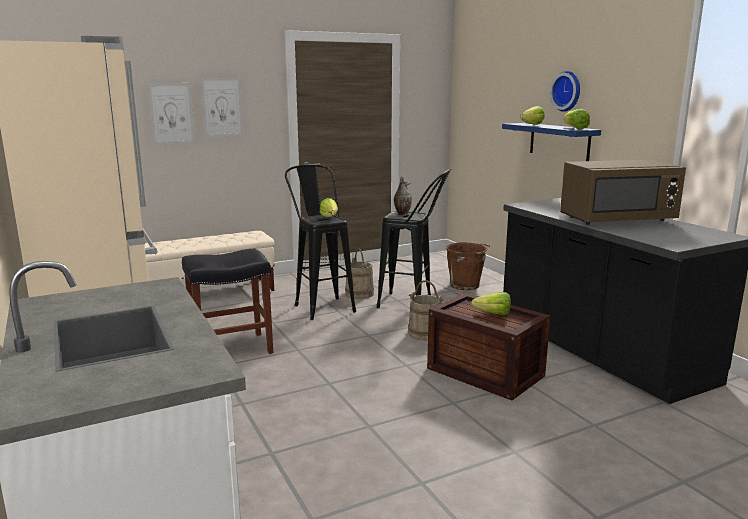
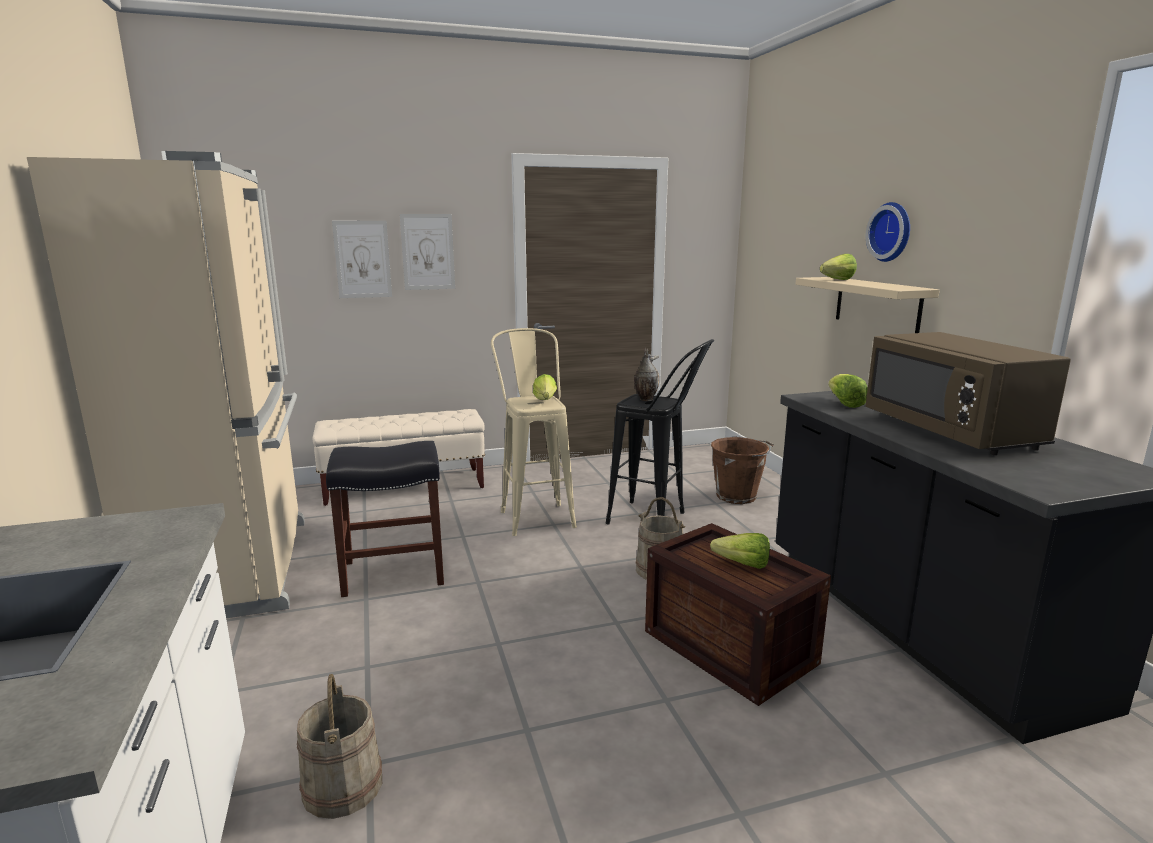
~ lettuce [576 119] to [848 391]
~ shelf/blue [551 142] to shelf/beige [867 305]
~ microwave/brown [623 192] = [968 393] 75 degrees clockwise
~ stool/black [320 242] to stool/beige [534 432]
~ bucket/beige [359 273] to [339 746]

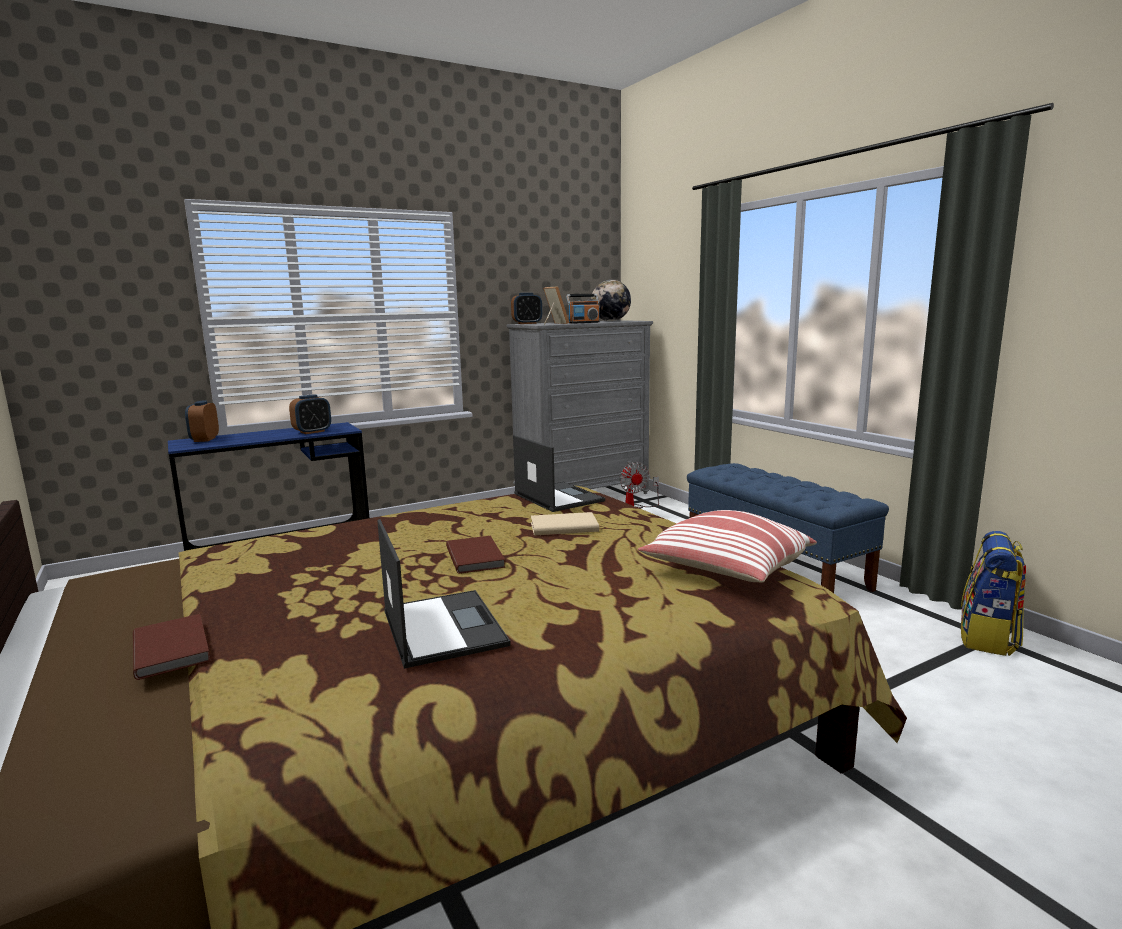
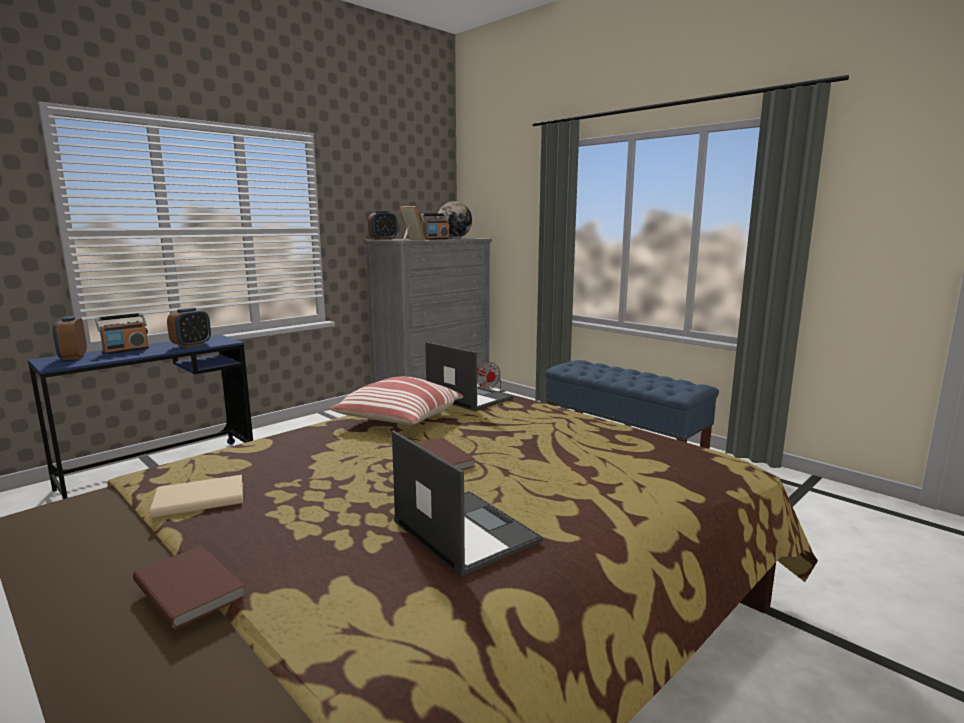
~ pillow [727 546] to [396 401]
~ book/beige [565 523] to [196 496]
- backpack [993 593]
+ radio [122 333]

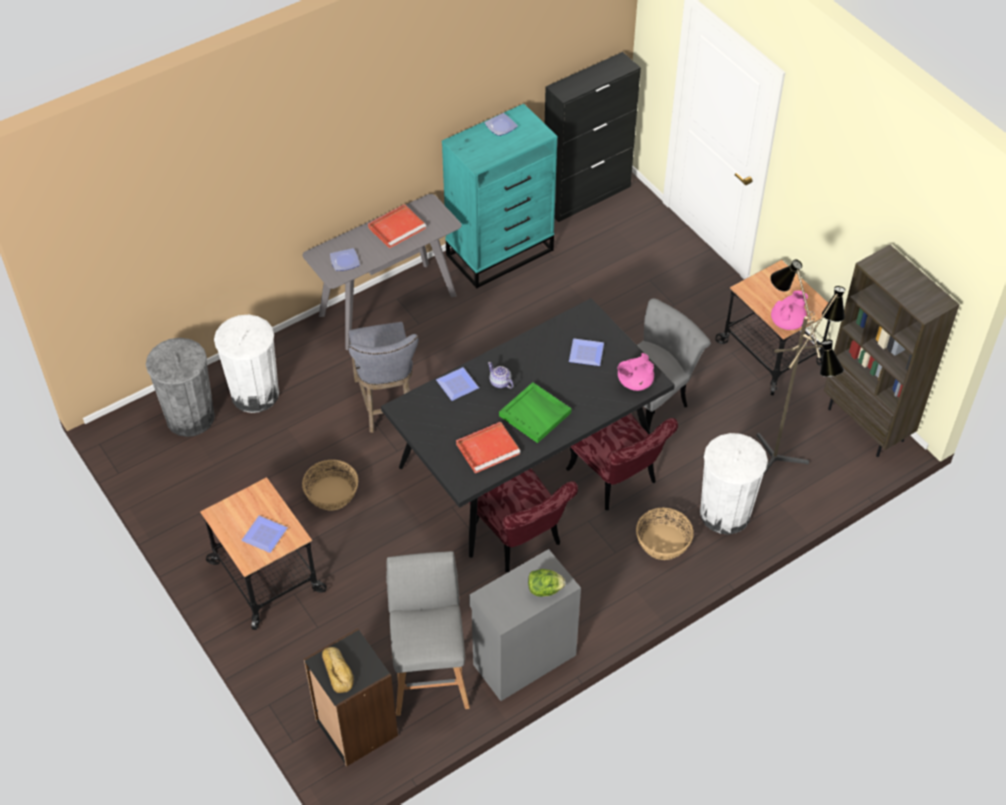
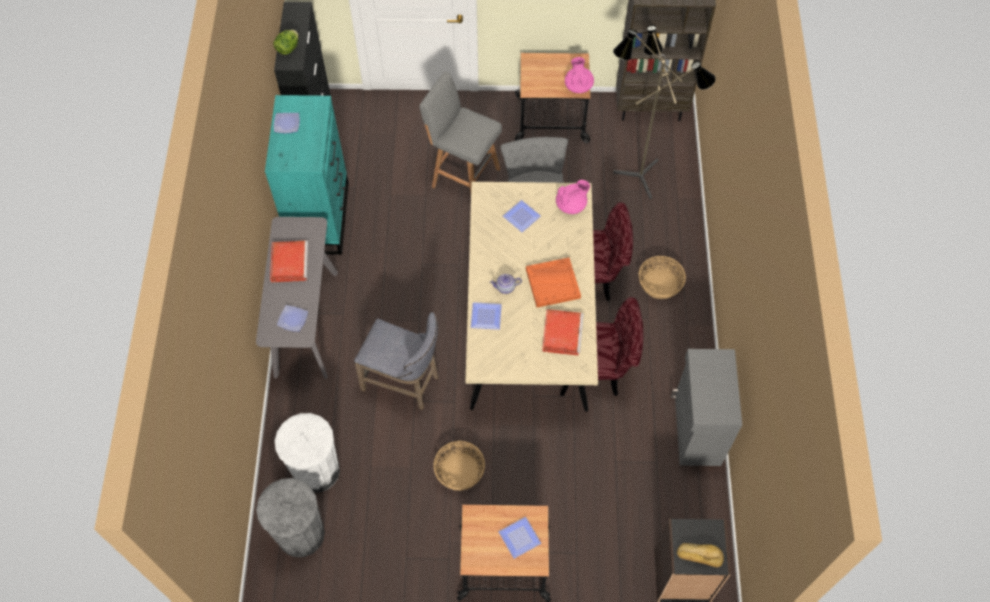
~ dining table/black [528 428] to dining table/beige [532 297]
~ teapot/pink [636 372] = [573 197] 120 degrees counterclockwise
~ tray/green [535 412] to tray/orange [553 283]
- trash can/white [734 484]
~ stool/grey [428 633] to [460 132]
~ lettuce [547 583] to [286 42]

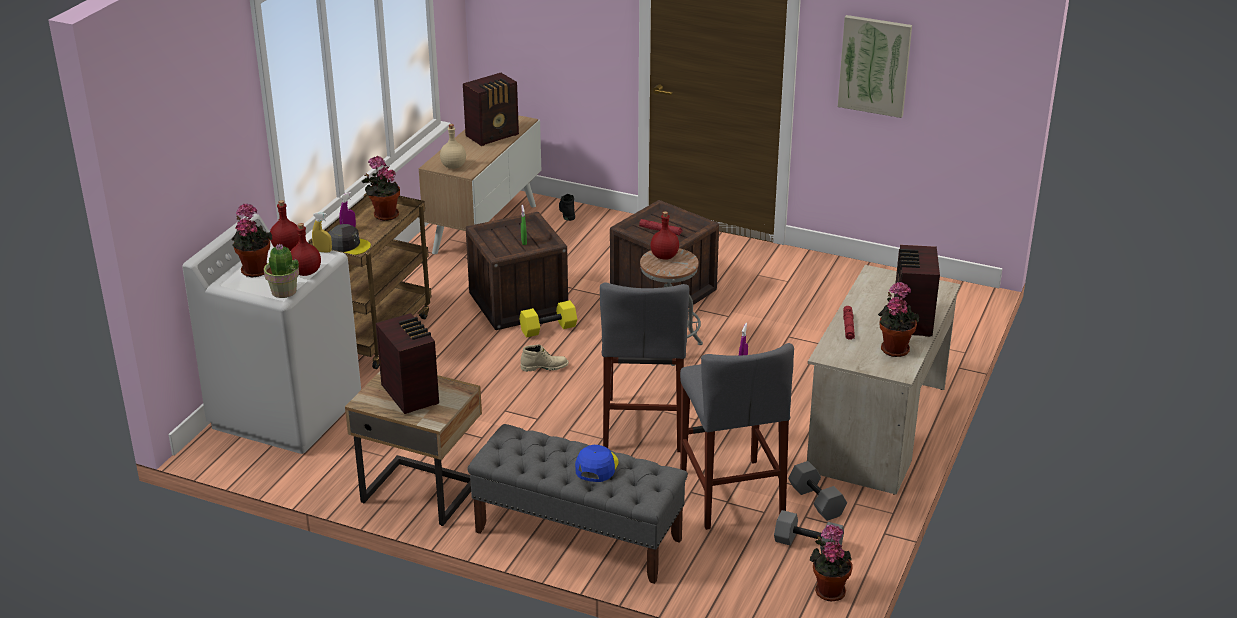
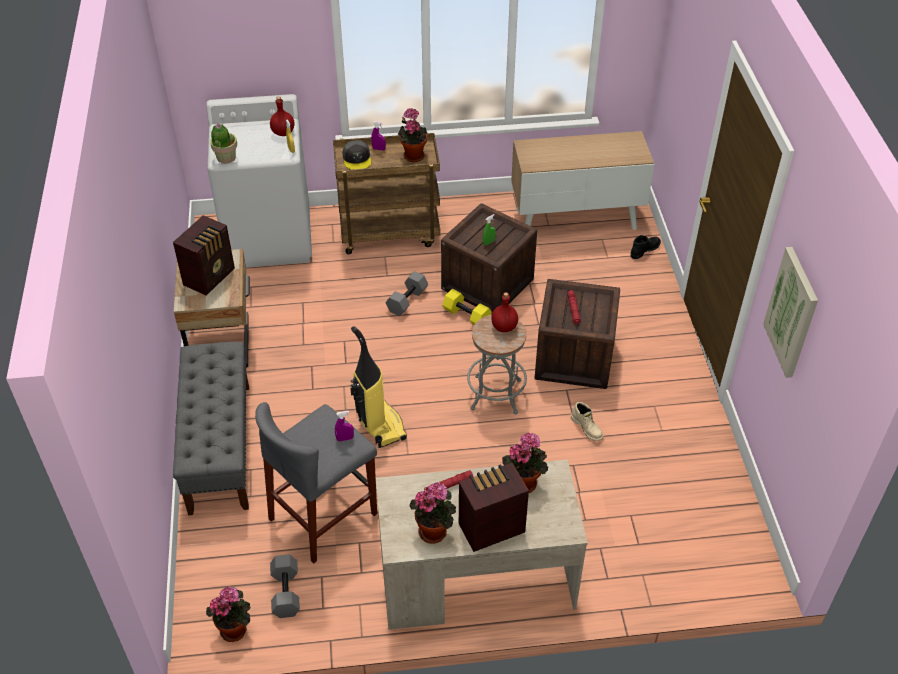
- radio [491 109]
- bottle/beige [453 146]
~ potted plant [251 240] to [525 462]
- bottle/red [305 249]
~ stool/grey [645 367] to vacuum cleaner [378 387]
~ boot/beige [545 358] to [587 421]
- cap/blue [597 463]
~ dumbbell/grey [817 491] to [406 293]

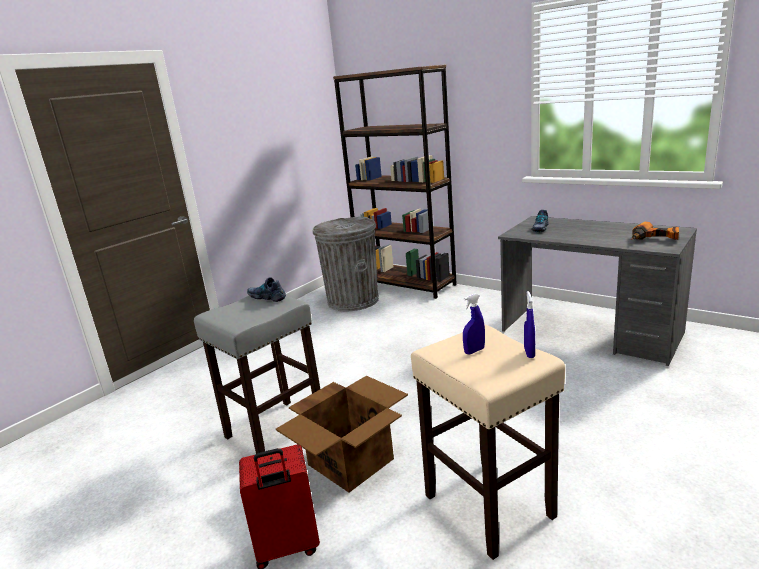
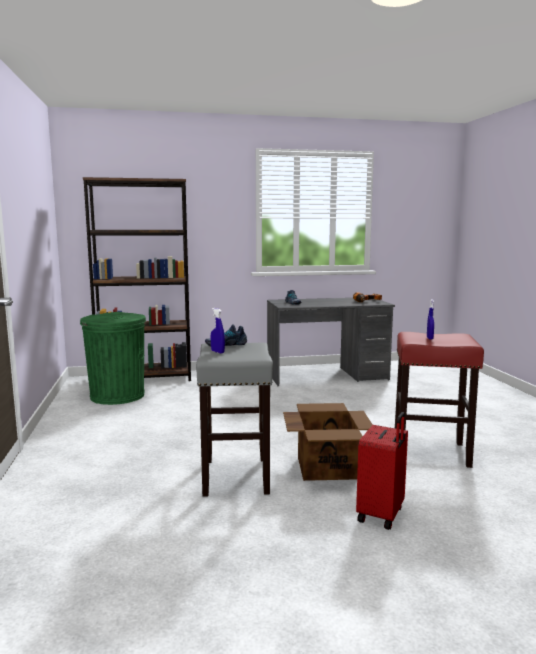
~ trash can/grey [346 264] to trash can/green [113 358]
~ spray bottle/blue [529 324] to [218 330]
~ stool/beige [488 442] to stool/red [439 400]

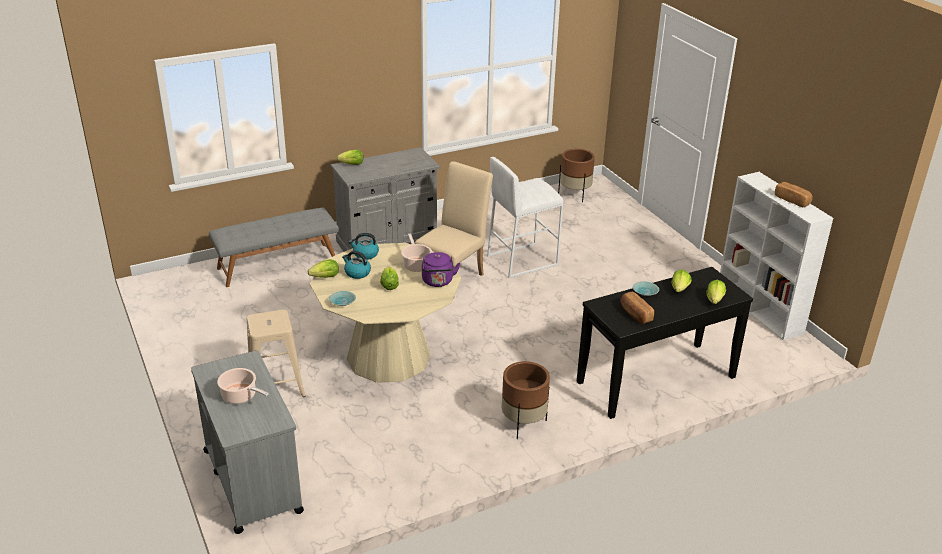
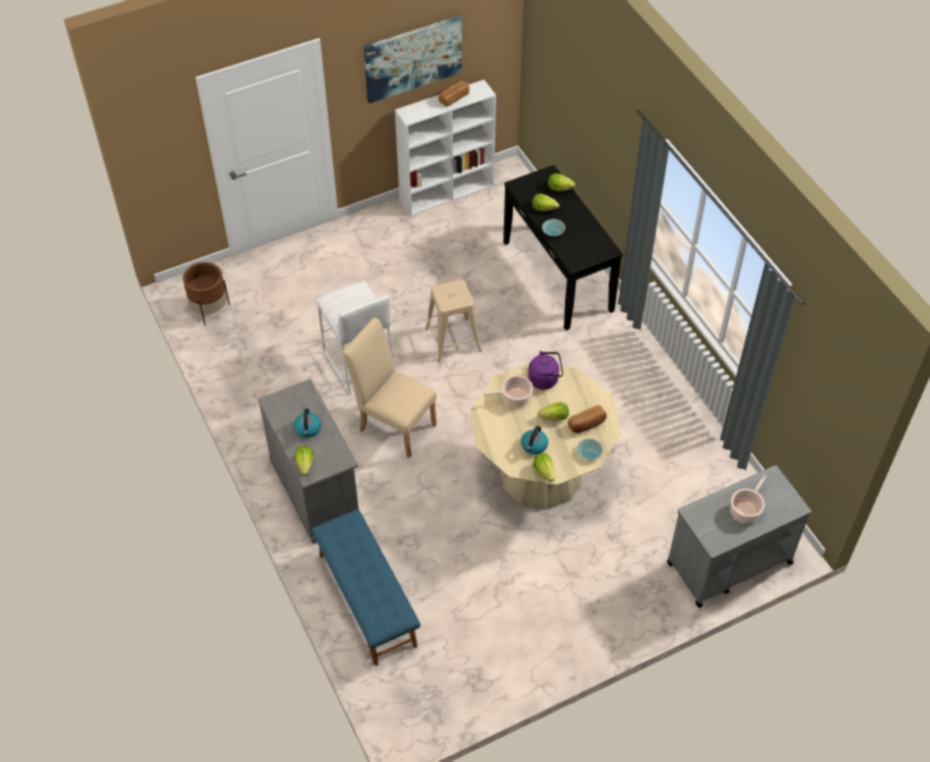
~ bench/grey [274 247] to bench/blue [366 587]
~ kettle [364 246] to [307 423]
~ bread [637 308] to [587 419]
~ stool/beige [276 353] to [453 320]
- planter/brown [526 400]
+ picture [413 59]

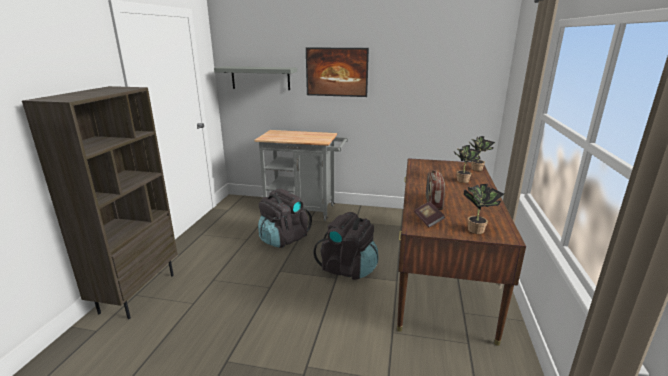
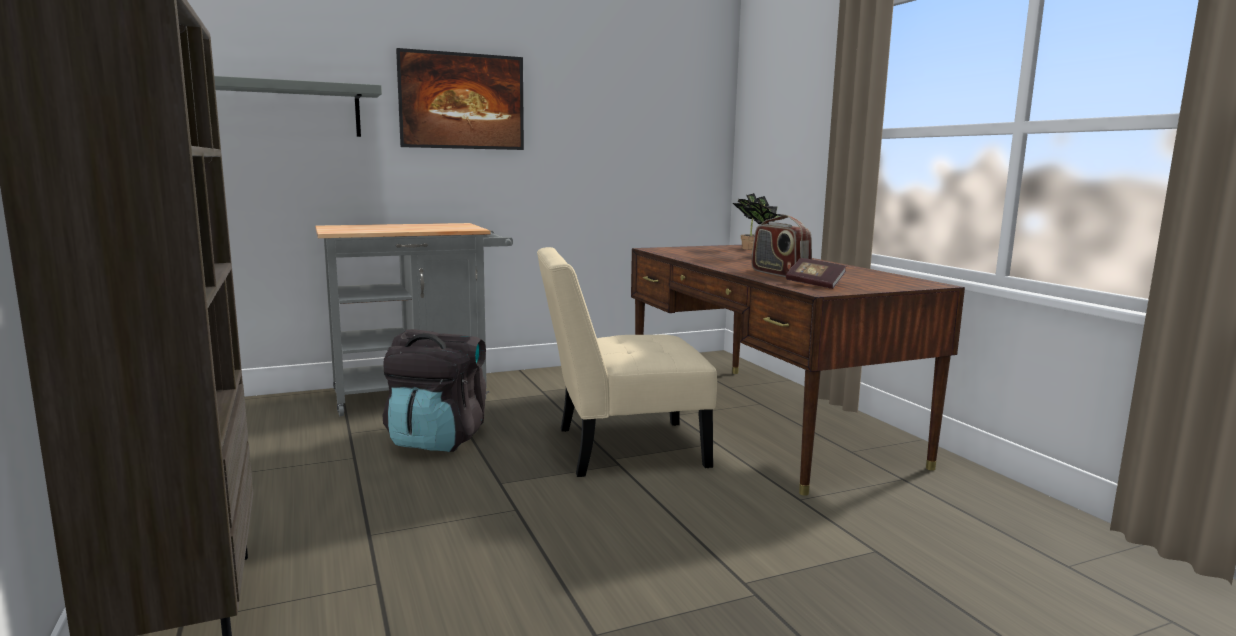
- potted plant [484 209]
~ backpack/black [346 246] to chair/beige [627 362]

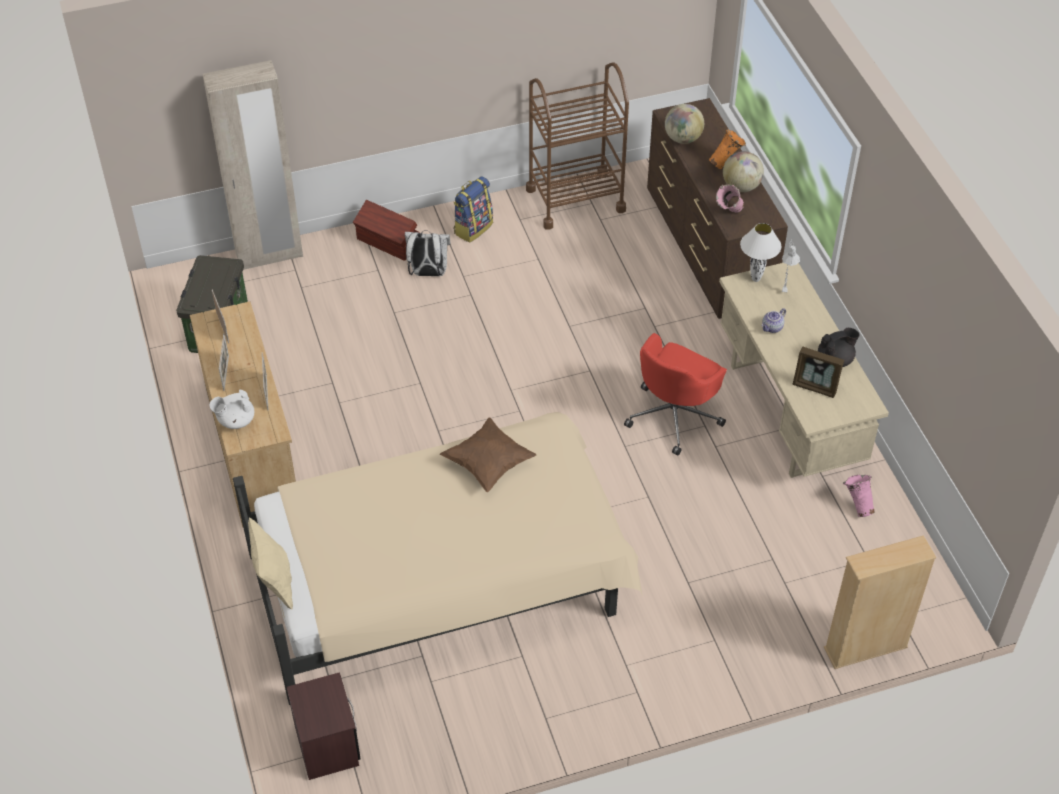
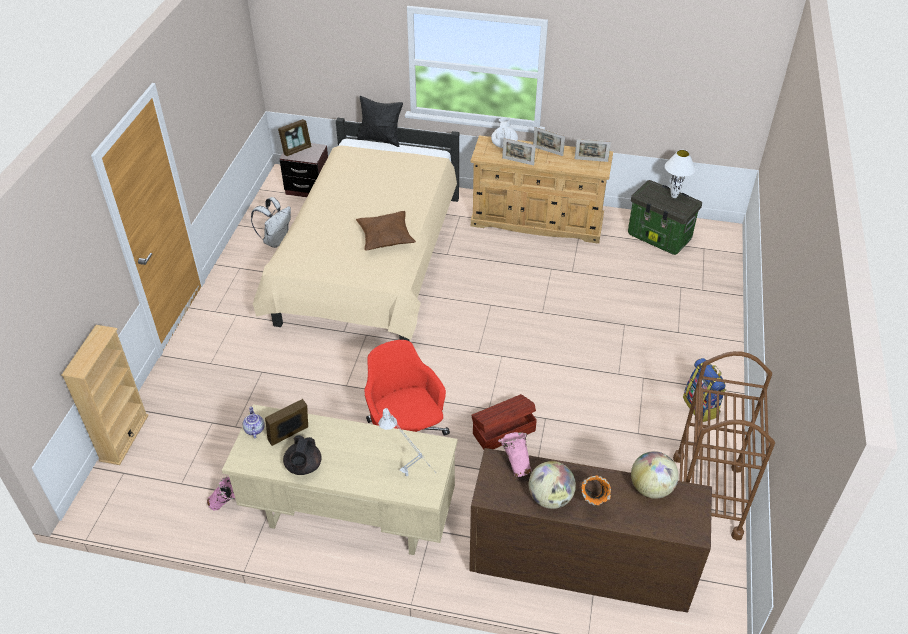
- wardrobe/beige [252 165]
~ storage box/brown [386 230] to [504 421]
~ table lamp/white [761 252] to [680 174]
~ backpack/white [427 253] to [271 222]
~ teapot [774 320] to [254 423]
~ pillow/beige [270 563] to pillow/black [380 121]
+ picture frame [294 137]

